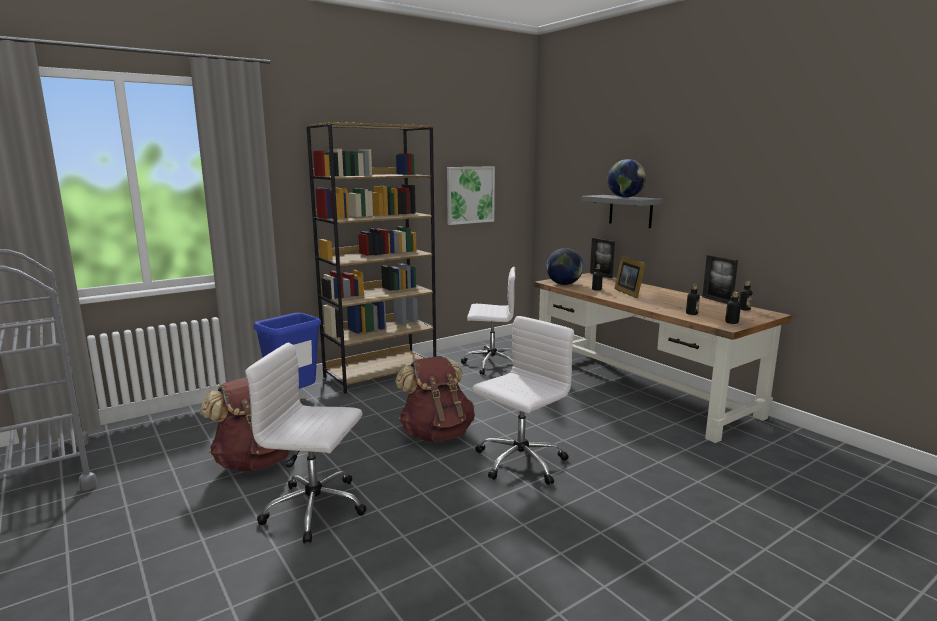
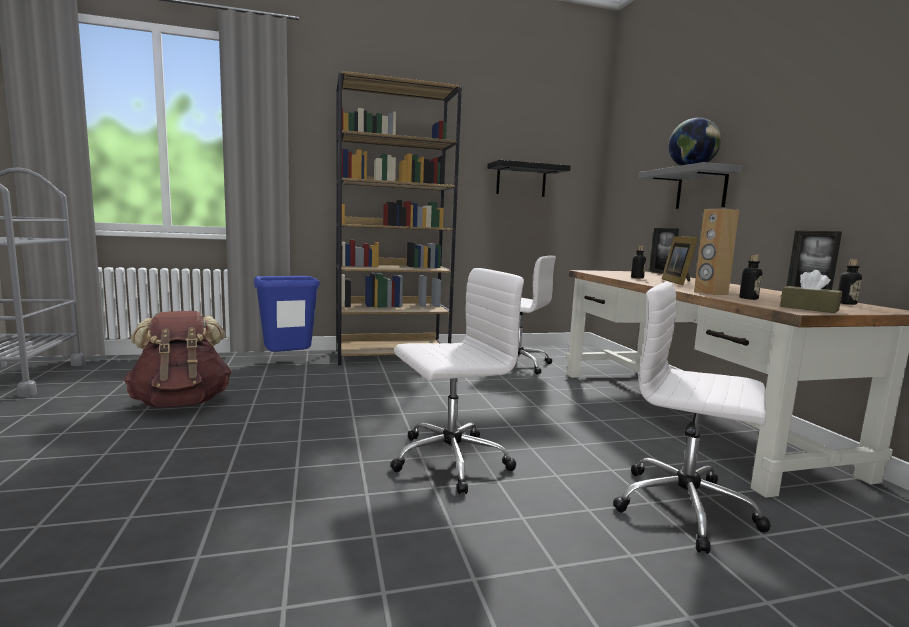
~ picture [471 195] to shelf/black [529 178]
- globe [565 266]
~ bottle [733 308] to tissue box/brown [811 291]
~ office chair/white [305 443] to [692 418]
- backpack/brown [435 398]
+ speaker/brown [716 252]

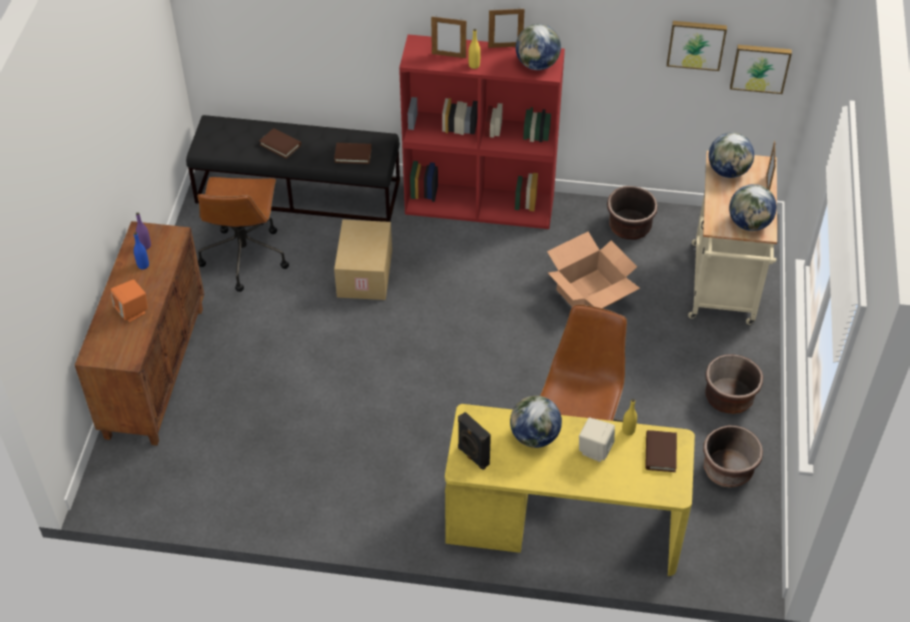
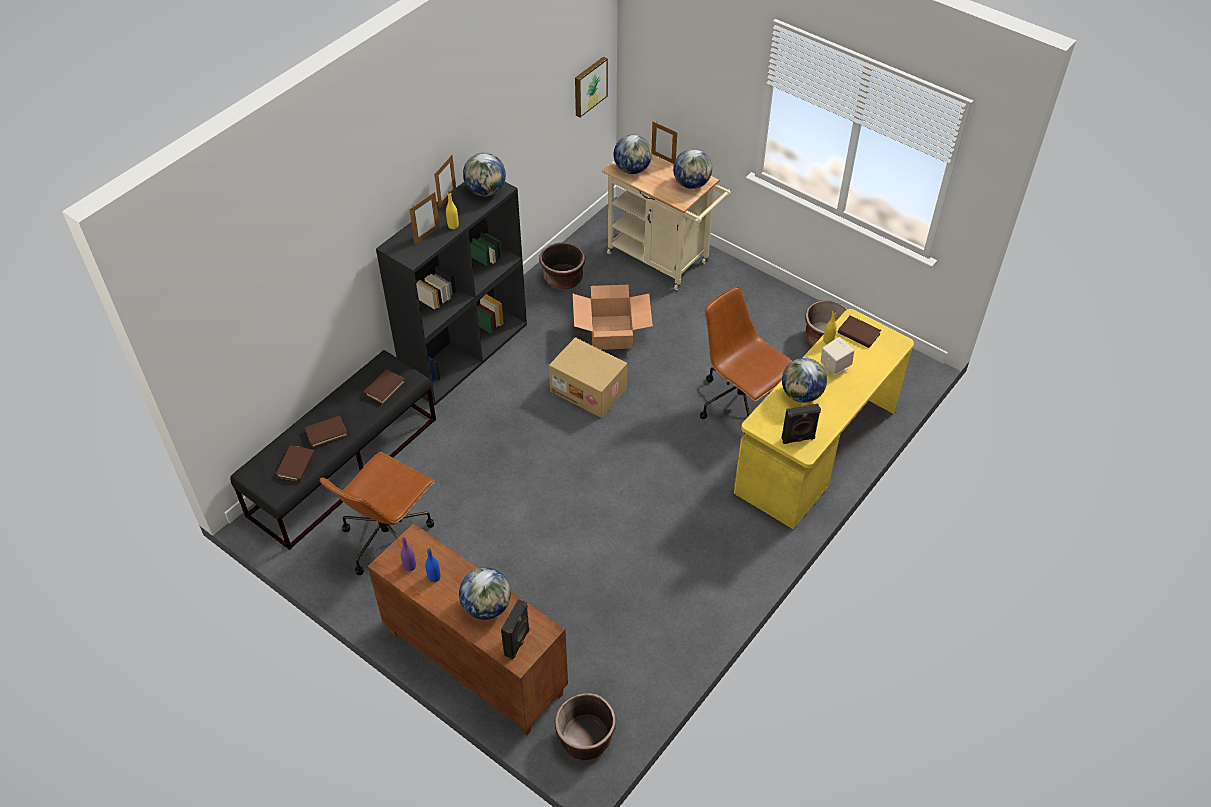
- picture [697 46]
~ bookcase/red [482 131] to bookcase/black [451 294]
~ office chair/brown [243 234] = [377 513] 90 degrees clockwise
~ cardboard box [363 259] to [588 377]
~ speaker/orange [129 300] to globe [485 593]
~ planter/brown [734 384] to [585 726]
+ book/brown [295 463]
+ speaker/black [515 629]

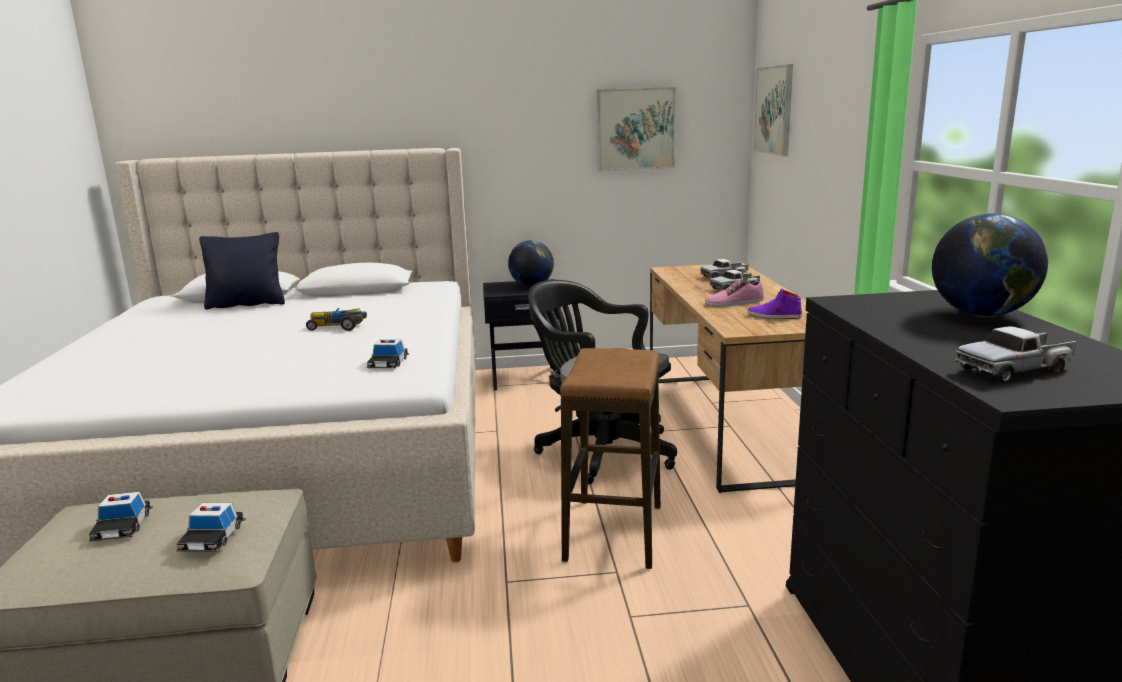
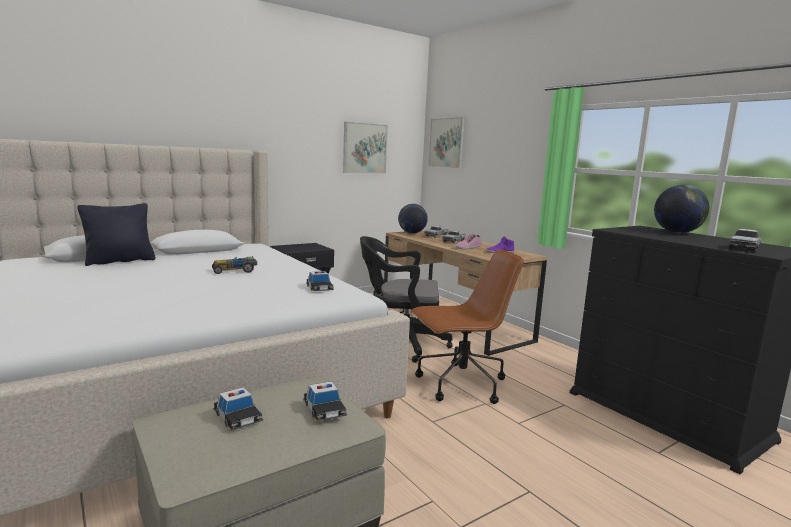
~ globe [531 263] to [413 219]
~ stool [610 458] to office chair/brown [467 326]

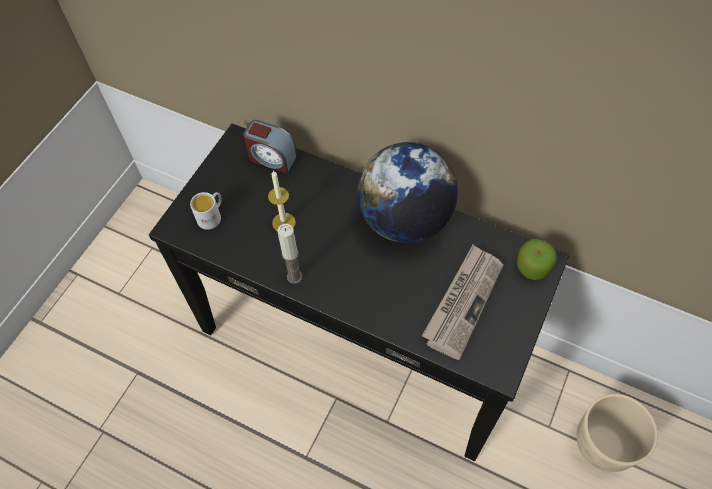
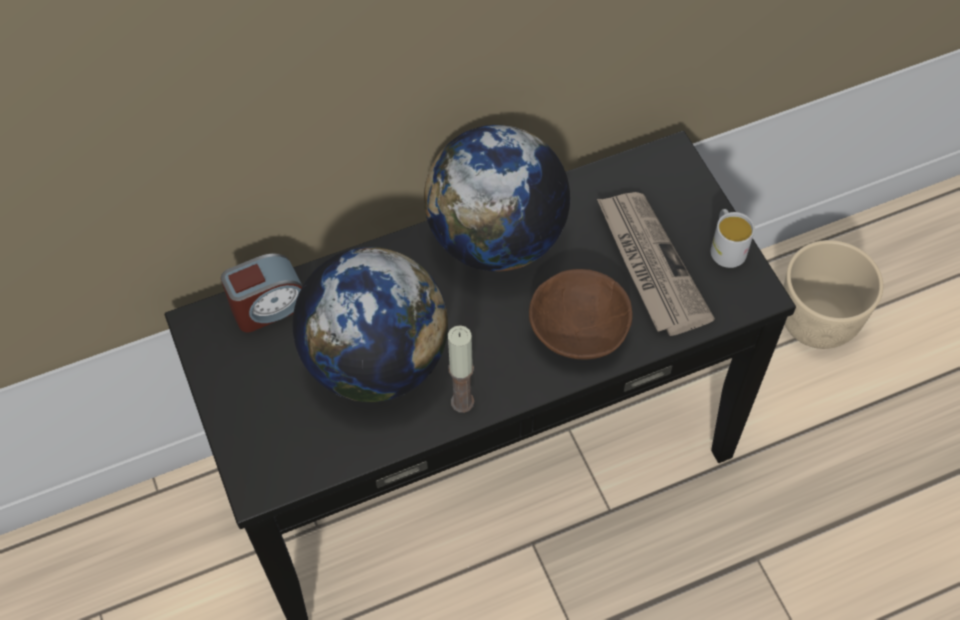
~ candle [282 200] to globe [370 324]
~ mug/white [206 211] to [733 238]
- apple [537 259]
+ bowl/brown [580 314]

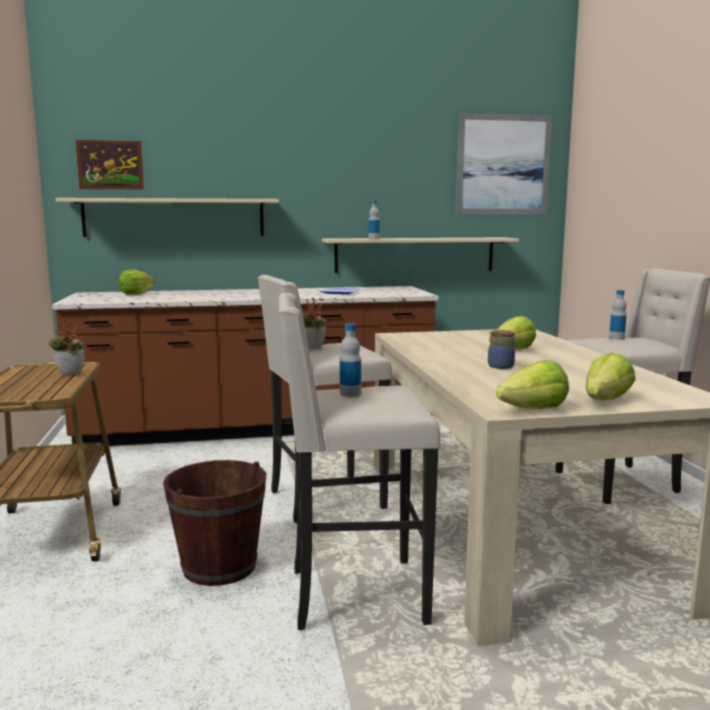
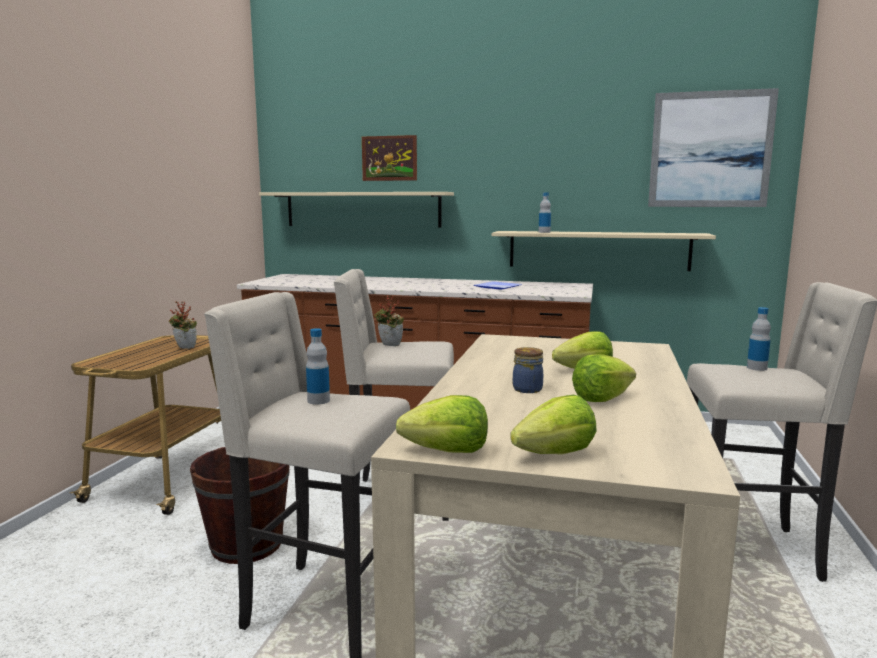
~ picture [109 164] to [389 158]
~ lettuce [137 282] to [604 378]

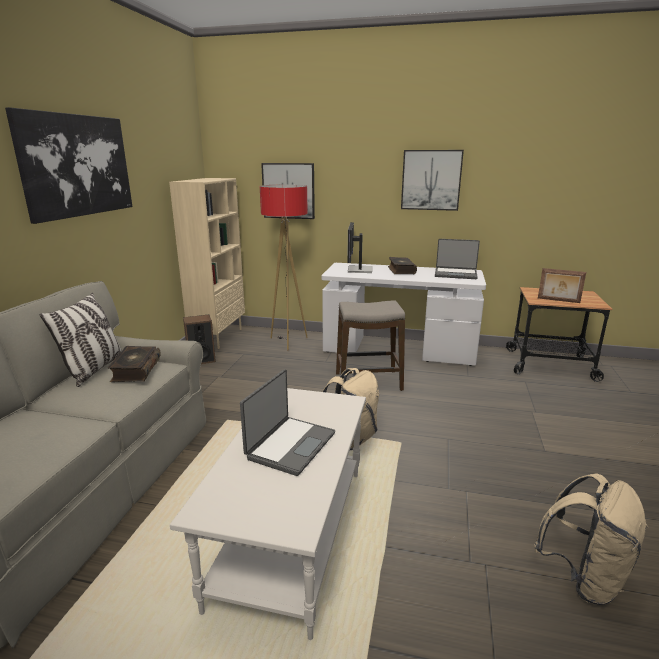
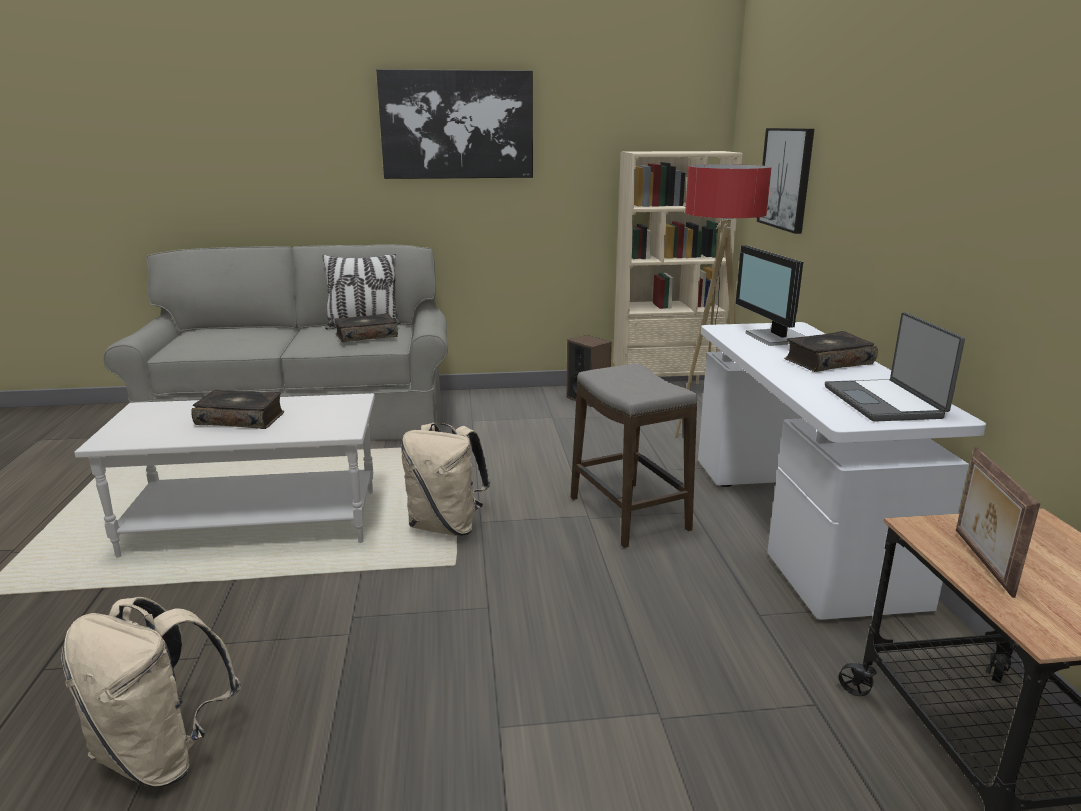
- picture [432 180]
~ monitor [359 247] = [770 295] 90 degrees counterclockwise
~ laptop [287 422] to book [237 409]

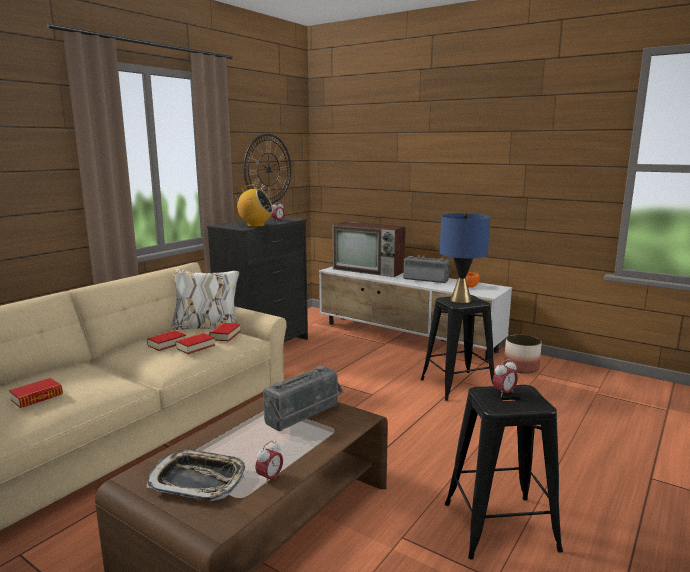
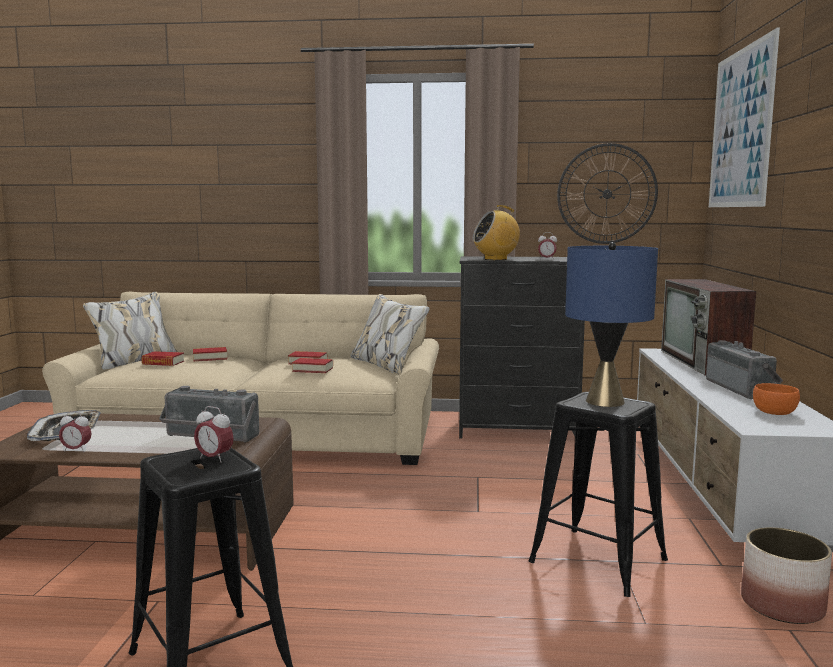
~ radio [253 206] = [496 232] 90 degrees clockwise
~ book [225 332] to [210 354]
+ picture [744 117]

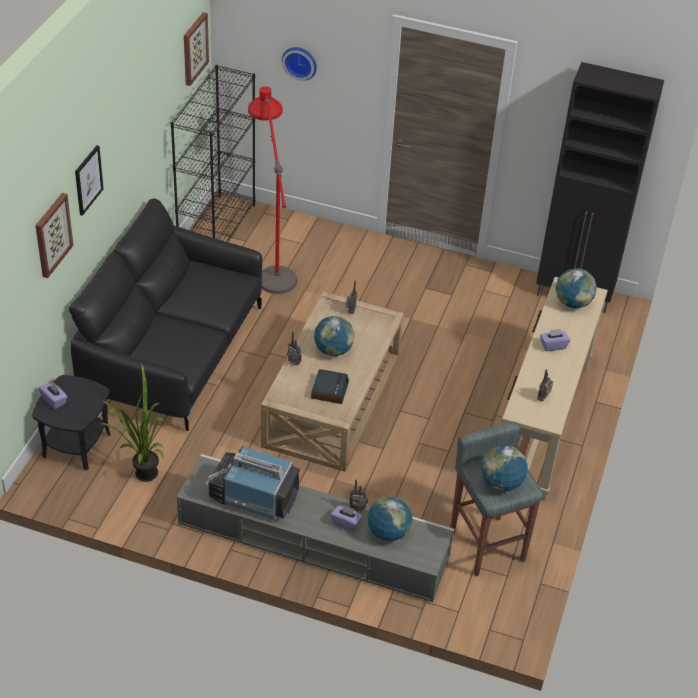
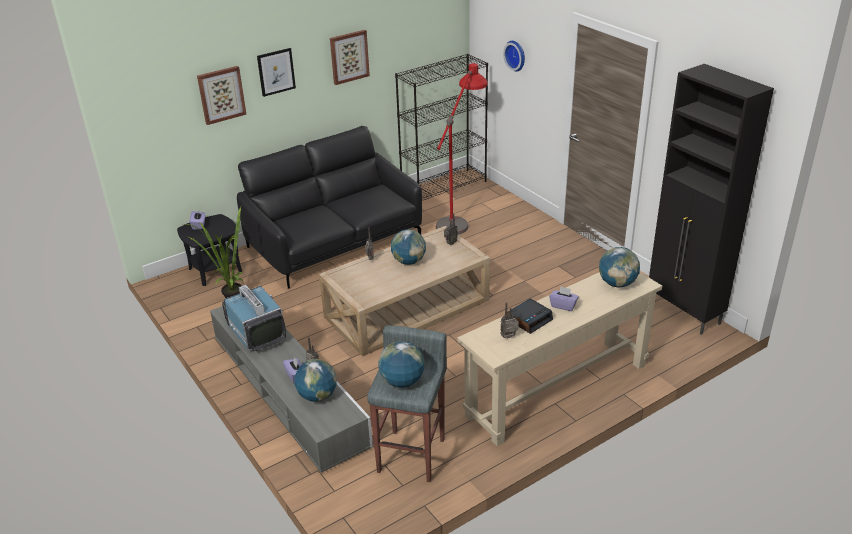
~ picture [196 49] to [350 57]
~ alarm clock [330 386] to [530 316]

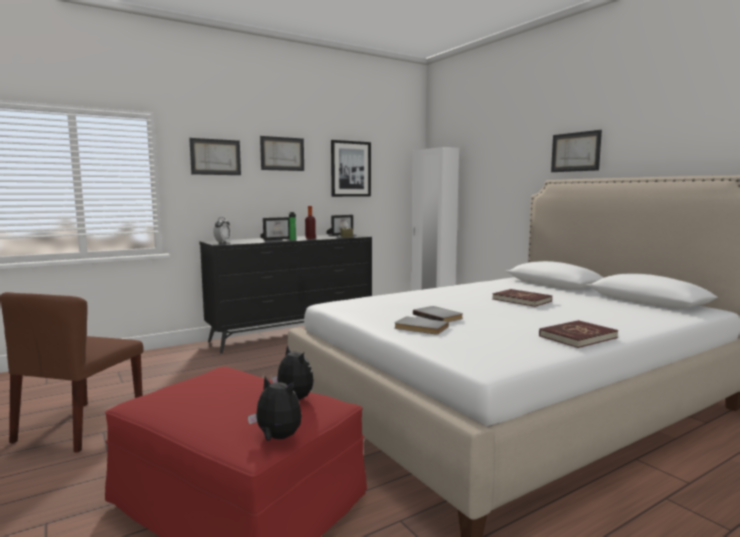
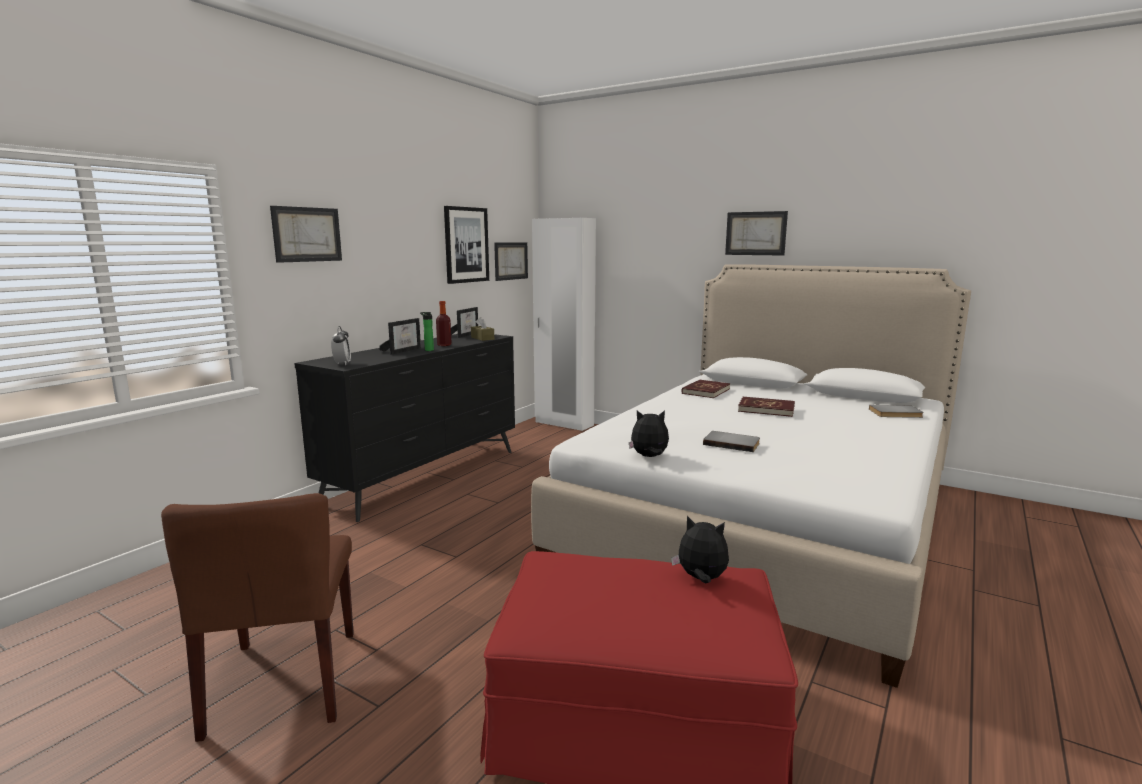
~ picture [282 153] to [511 261]
~ book/grey [421 325] to [896 411]
~ book/red [578 334] to [706 389]
~ plush toy [275 409] to [649 433]

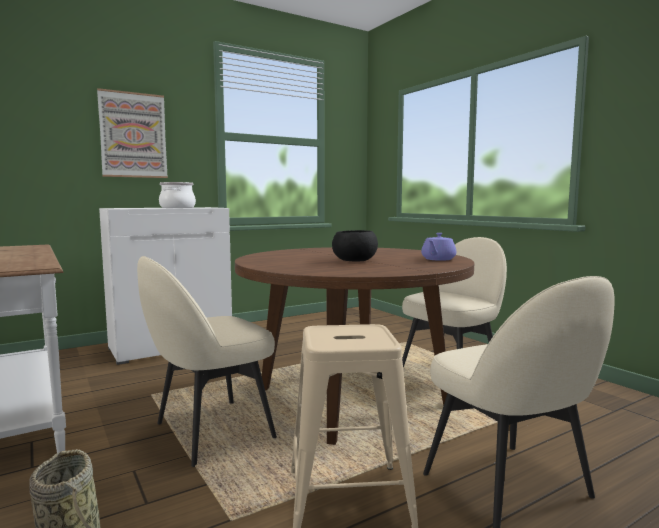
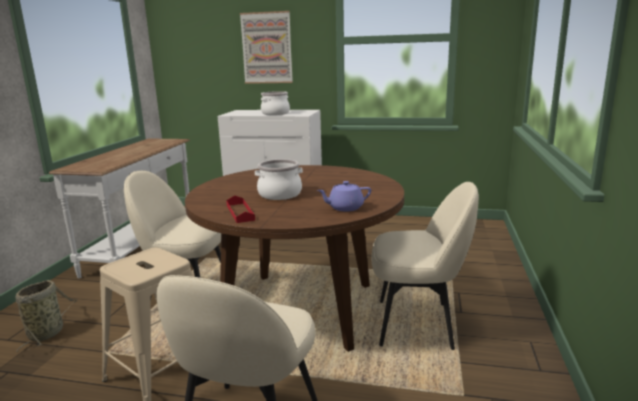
~ bowl/black [355 246] to cooking pot [279 179]
+ tray/red [240 209]

